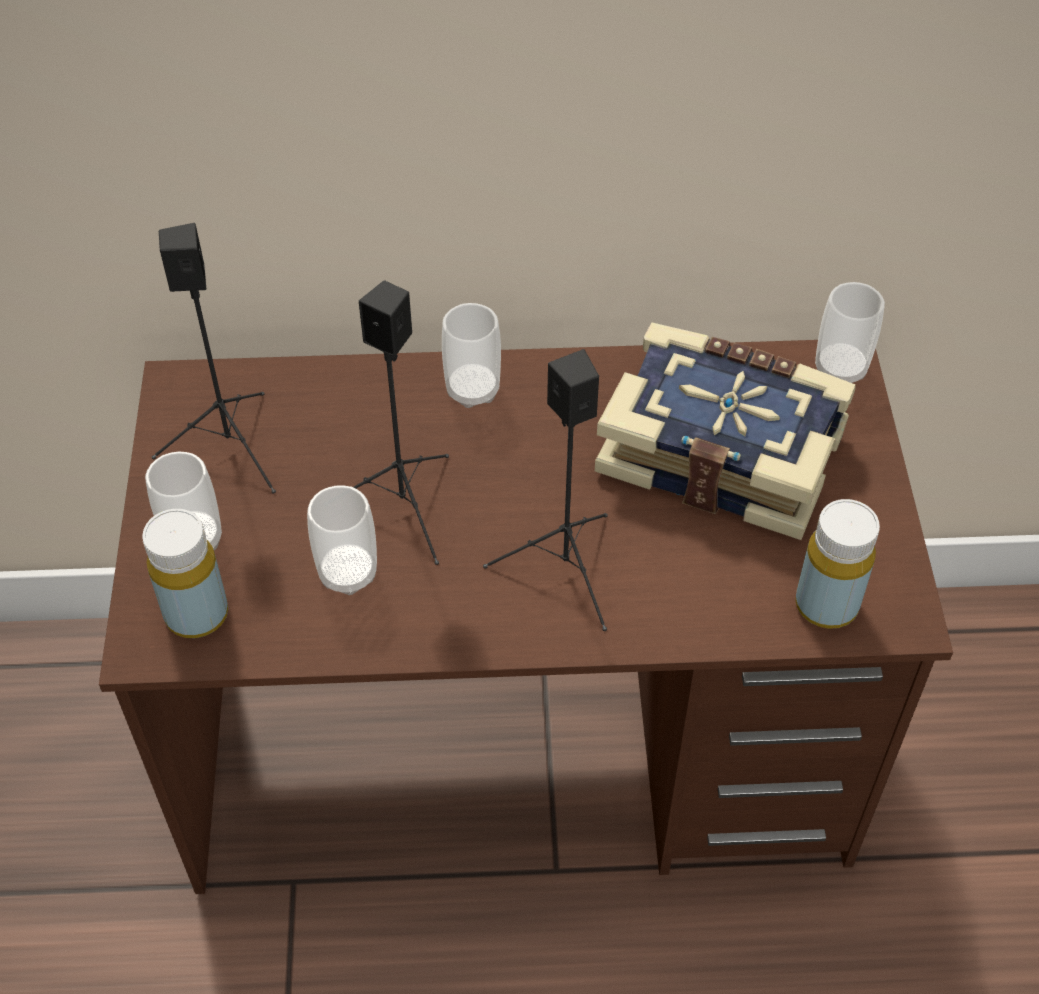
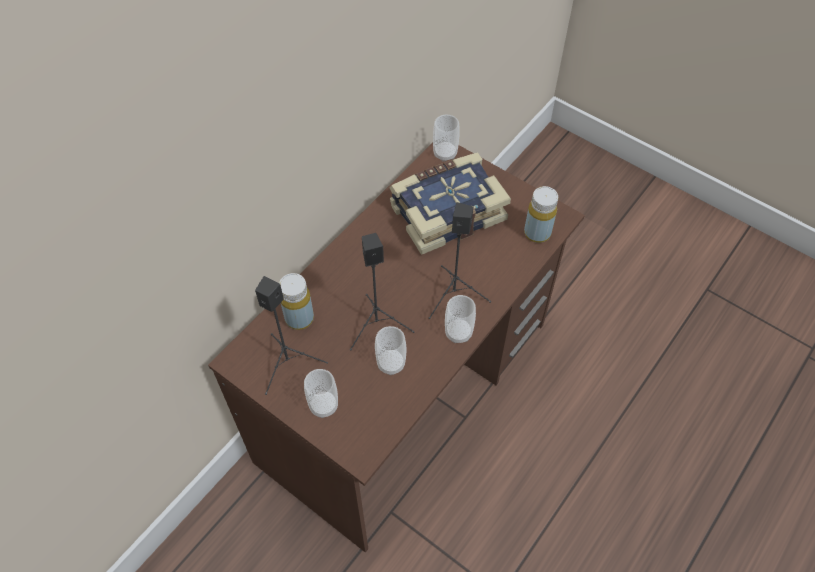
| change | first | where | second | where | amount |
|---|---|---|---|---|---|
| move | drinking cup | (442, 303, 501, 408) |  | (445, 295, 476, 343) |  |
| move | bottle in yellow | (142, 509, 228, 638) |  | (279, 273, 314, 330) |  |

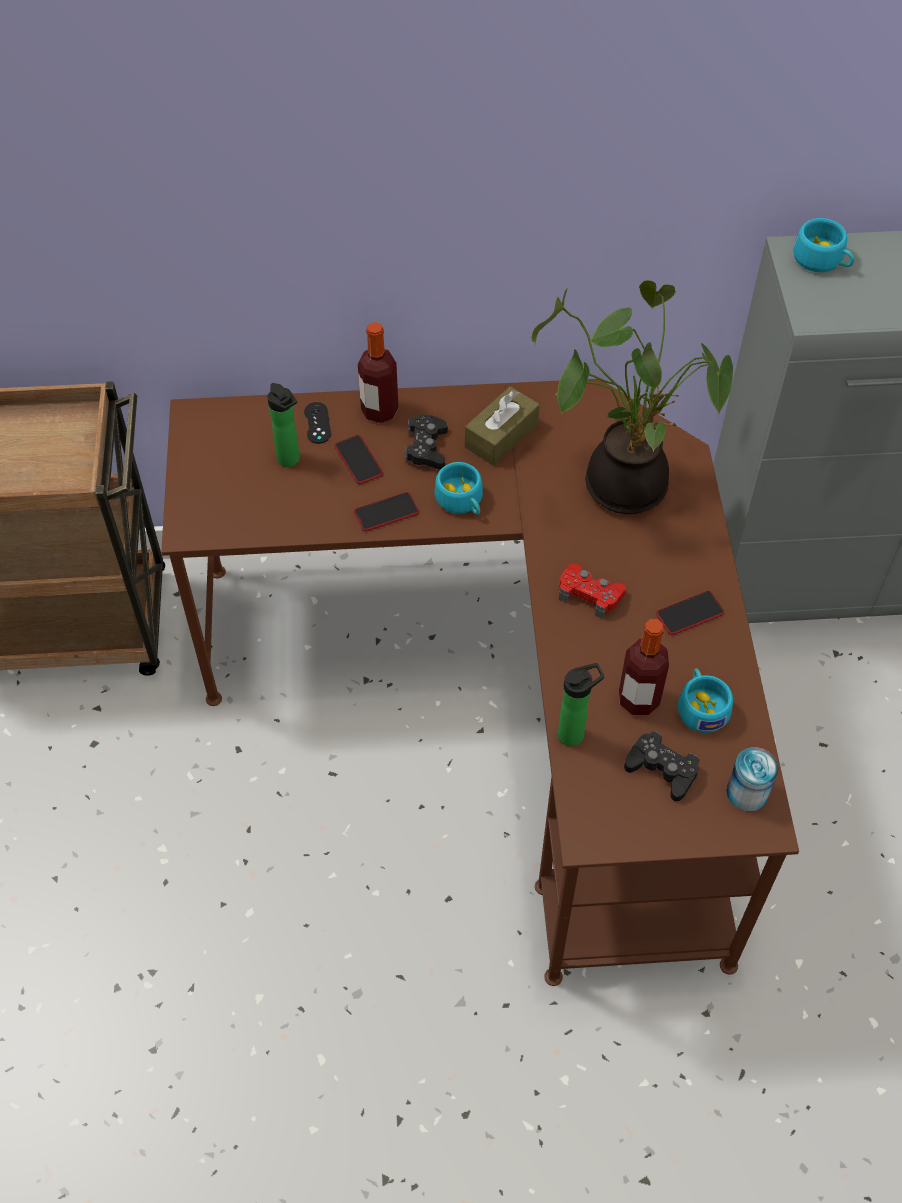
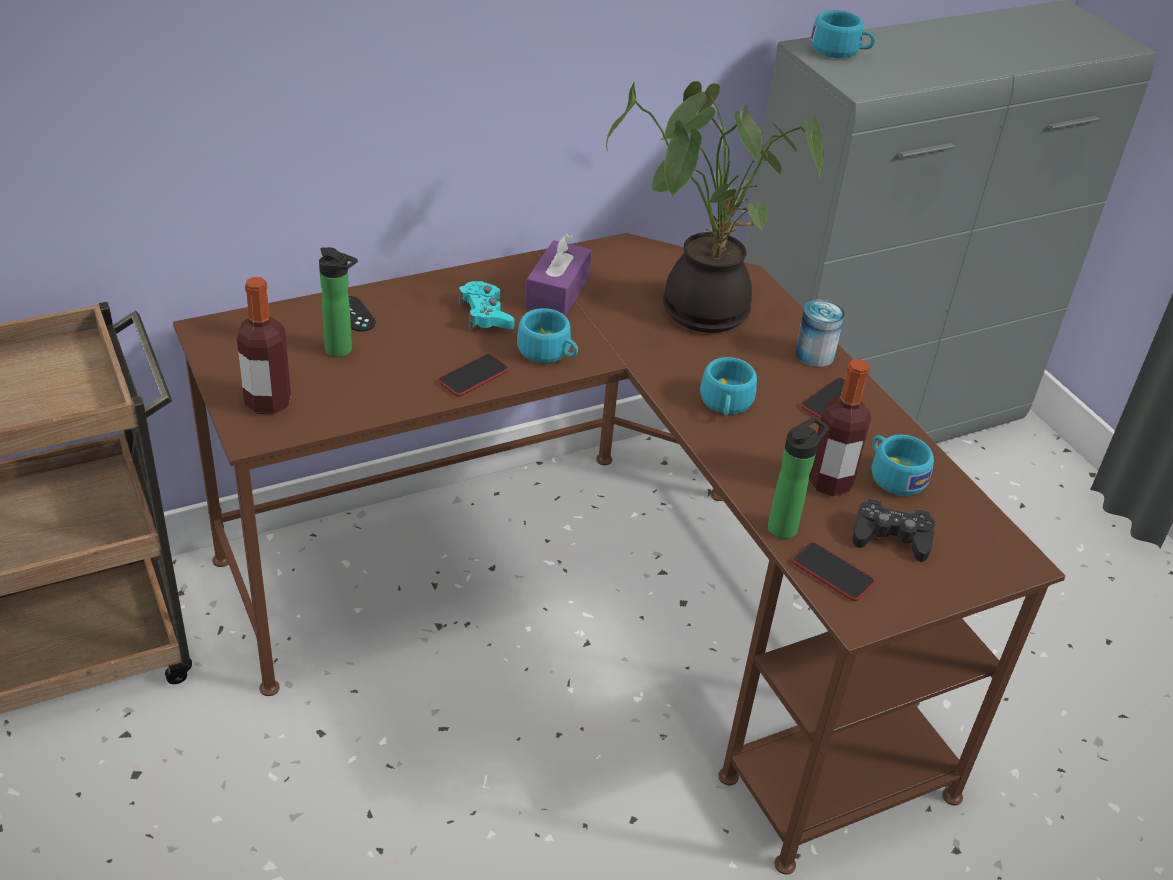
| change | first | where | second | where | amount |
|---|---|---|---|---|---|
| move | bottle | (358, 322, 398, 423) |  | (237, 277, 291, 414) |  |
| recolor | tissue holder in brownish | (465, 386, 540, 466) | tissue holder in purple | (525, 233, 592, 316) |  |
| recolor | joypad in black-coloured | (405, 414, 448, 470) | joypad in turquoise-coloured | (458, 281, 514, 331) |  |
| move | phone | (335, 435, 383, 484) |  | (792, 542, 875, 601) |  |
| replace | joypad in reddish | (559, 563, 626, 618) | drinking cup in turquoise-coloured | (700, 357, 757, 416) |  |
| move | sealed can | (726, 747, 779, 811) |  | (795, 300, 845, 367) |  |

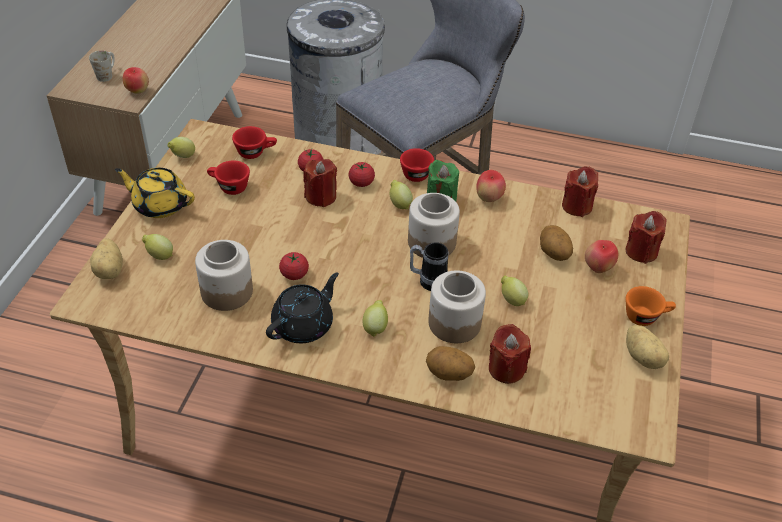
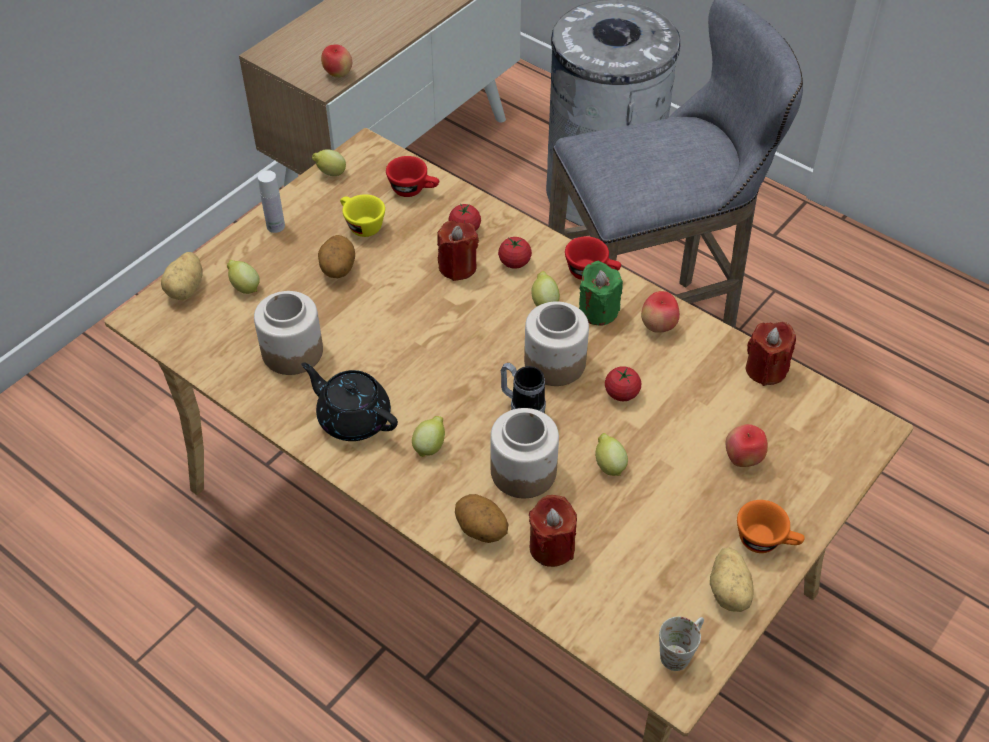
| change | first | where | second | where | amount |
|---|---|---|---|---|---|
| move | coffee mug in white-coloured | (89, 50, 115, 82) |  | (659, 617, 704, 671) |  |
| recolor | drinking cup in reddish | (207, 161, 250, 195) | drinking cup in yellow | (340, 194, 385, 237) |  |
| replace | teapot in yellow | (115, 168, 195, 218) | bottle in white-coloured | (258, 170, 285, 233) |  |
| delete | wax candle in reddish | (626, 211, 667, 264) |  |  |  |
| move | spud | (540, 225, 573, 261) |  | (318, 235, 355, 278) |  |
| move | whole tomato | (279, 252, 309, 280) |  | (605, 366, 641, 401) |  |
| rotate | teapot in black-coloured | (266, 272, 339, 343) |  | (301, 362, 398, 441) | 120 degrees counterclockwise |

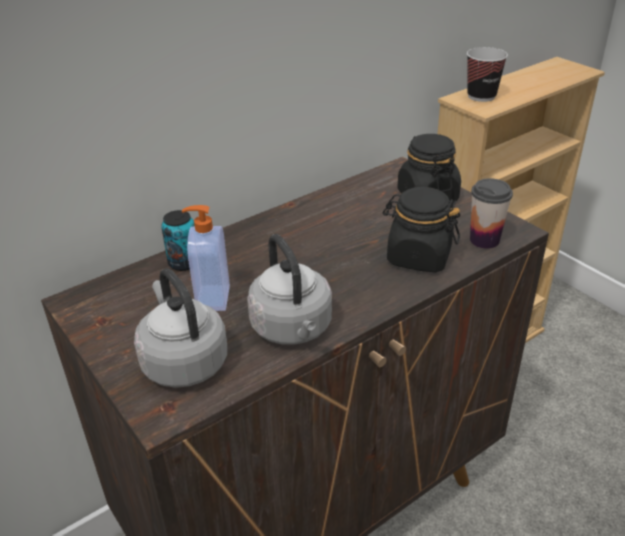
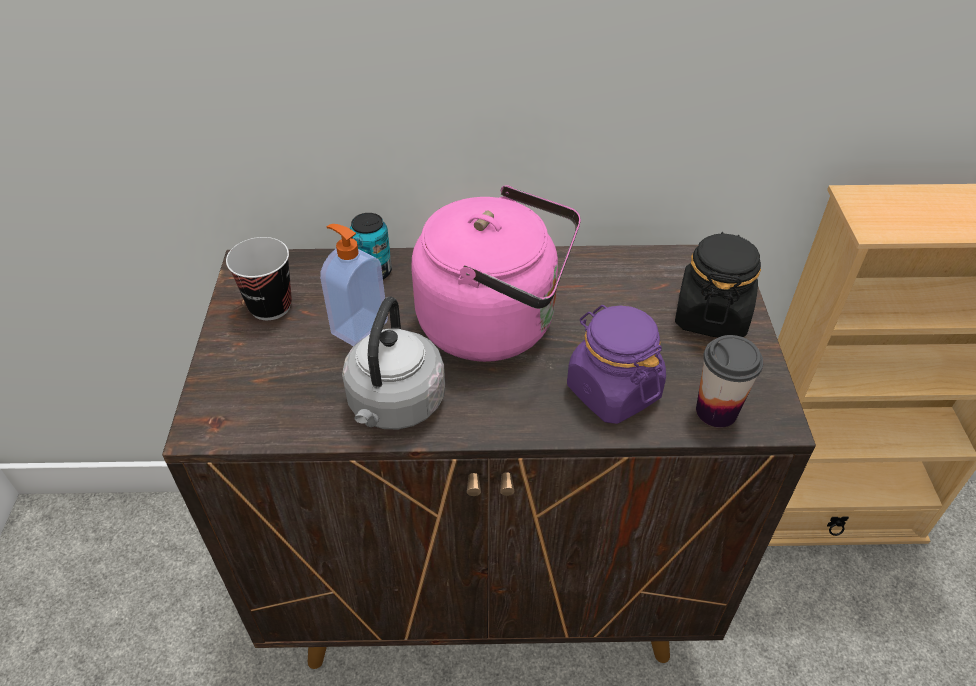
| change | first | where | second | where | amount |
|---|---|---|---|---|---|
| move | drinking cup | (467, 47, 508, 102) |  | (226, 237, 292, 320) |  |
| recolor | storage jar in black-coloured | (383, 187, 460, 272) | storage jar in purple | (567, 305, 666, 424) |  |
| delete | water kettle in gray | (134, 268, 227, 388) |  |  |  |
| insert |  |  | water kettle in pink | (411, 185, 581, 362) |  |

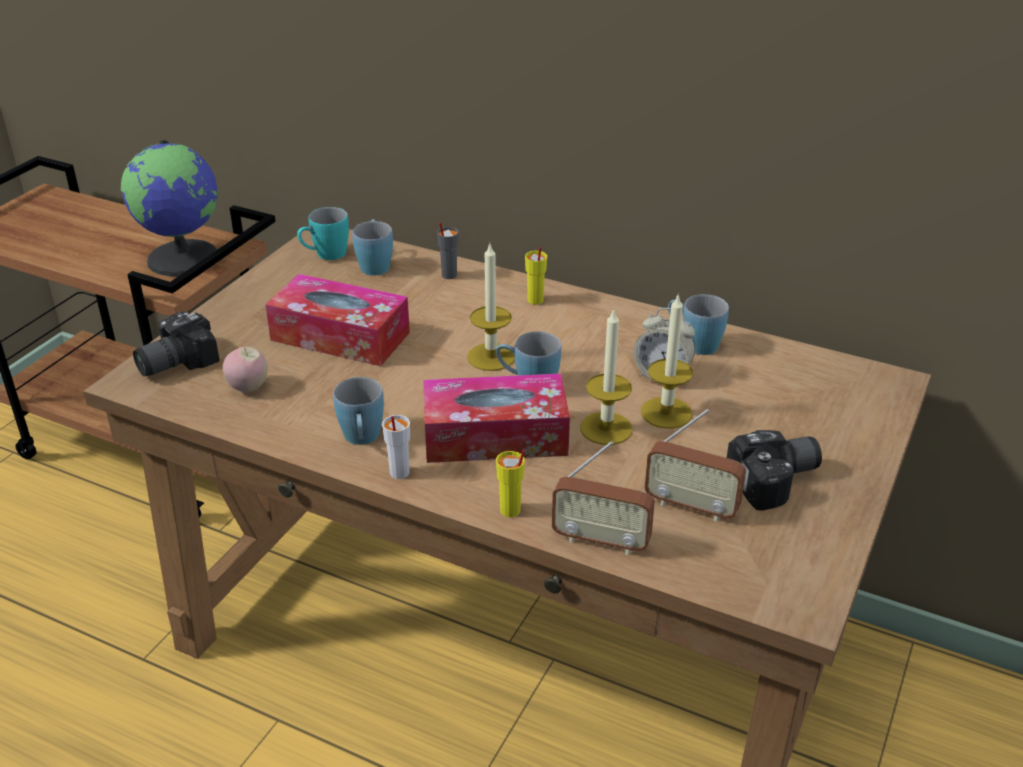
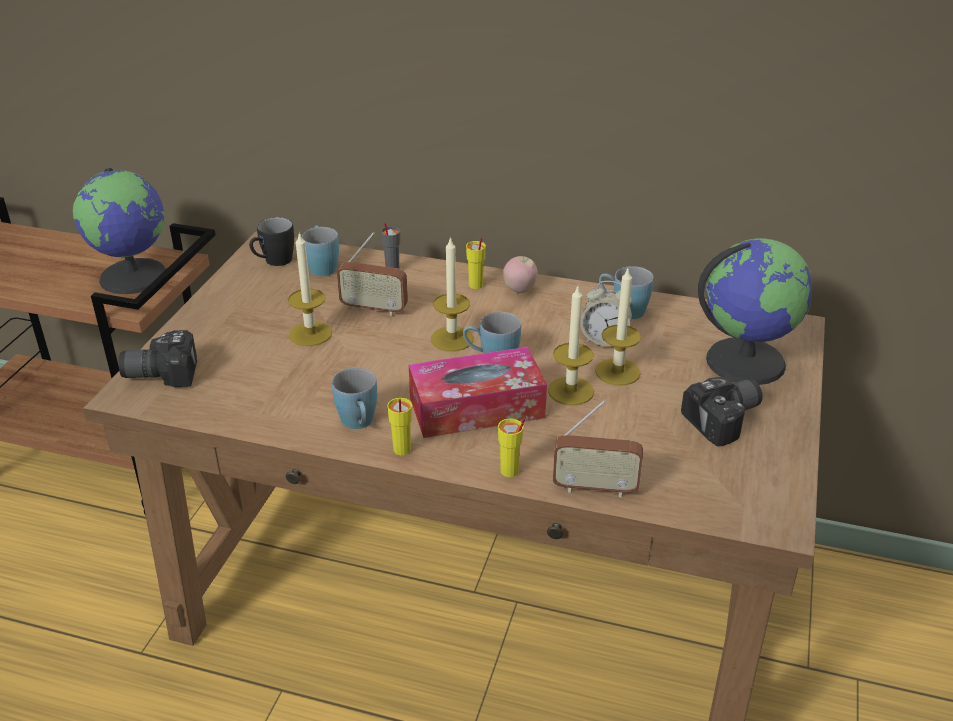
| change | first | where | second | where | amount |
|---|---|---|---|---|---|
| recolor | coffee mug in turquoise-coloured | (297, 207, 349, 260) | coffee mug in black-coloured | (249, 217, 294, 266) |  |
| replace | tissue holder | (265, 274, 410, 366) | wax candle | (288, 232, 332, 346) |  |
| rotate | still camera | (133, 311, 220, 377) |  | (119, 330, 197, 387) | 45 degrees clockwise |
| move | whole apple | (223, 347, 268, 393) |  | (503, 256, 538, 293) |  |
| move | radio receiver | (645, 409, 746, 522) |  | (337, 232, 408, 316) |  |
| recolor | drinking cup in white-coloured | (382, 415, 410, 479) | drinking cup in yellow | (387, 398, 412, 455) |  |
| insert |  |  | world globe | (698, 238, 812, 385) |  |

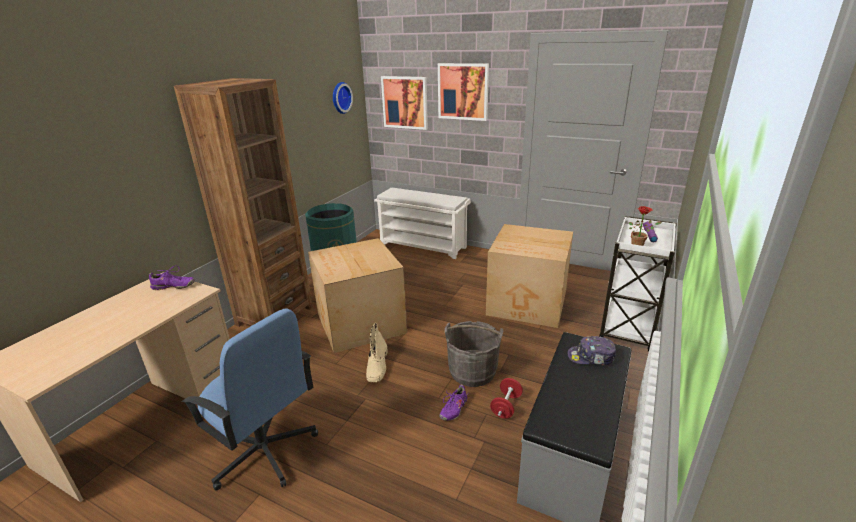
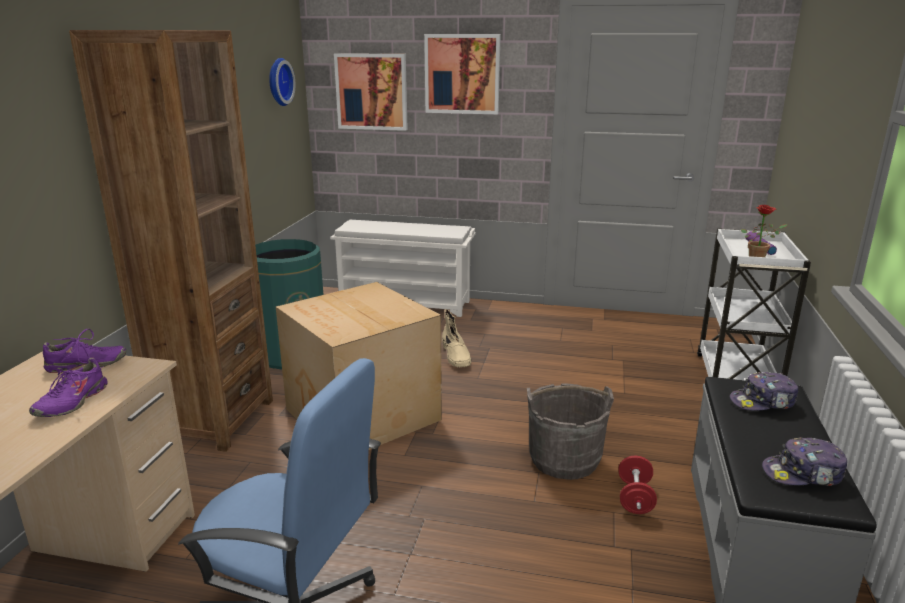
| change | first | where | second | where | amount |
|---|---|---|---|---|---|
| delete | carton | (486, 224, 573, 328) |  |  |  |
| move | boot in beige | (366, 323, 387, 382) |  | (442, 309, 472, 367) |  |
| move | shoe in purple | (439, 385, 469, 421) |  | (29, 358, 108, 417) |  |
| insert |  |  | cap | (762, 438, 847, 486) |  |

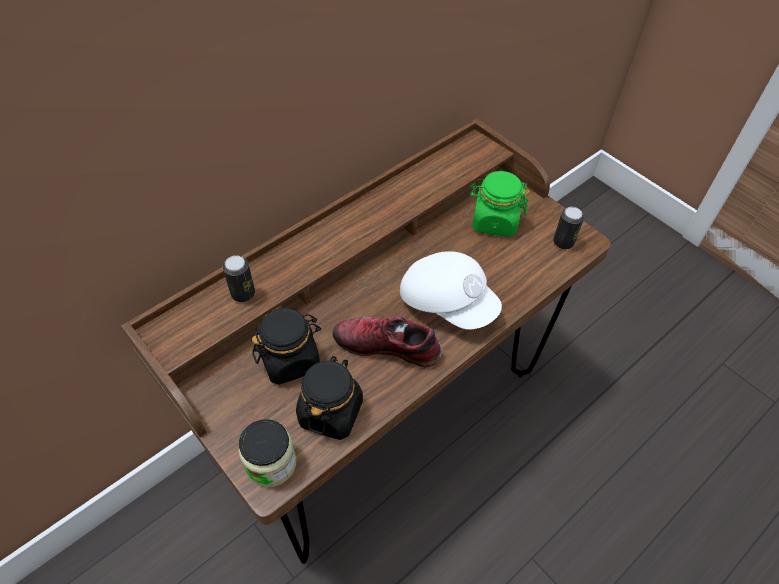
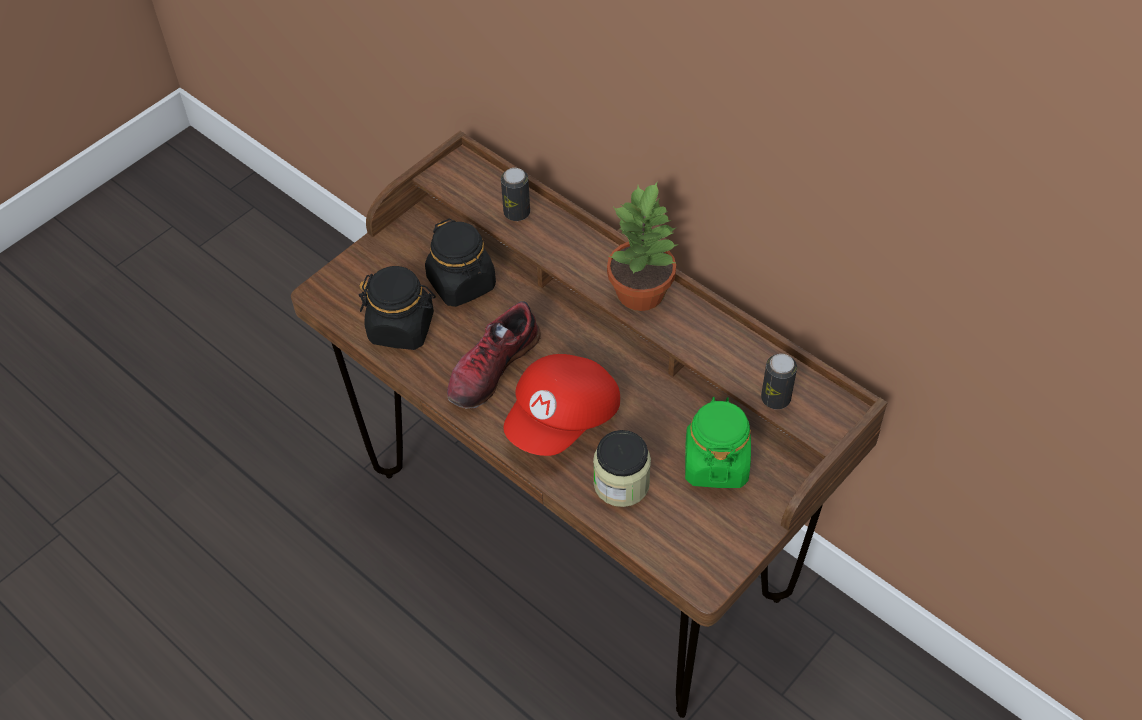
| change | first | where | second | where | amount |
|---|---|---|---|---|---|
| move | sealed can | (553, 207, 584, 249) |  | (761, 354, 797, 409) |  |
| recolor | cap in white-coloured | (400, 251, 502, 330) | cap in reddish | (504, 354, 620, 456) |  |
| rotate | shoe | (333, 316, 443, 368) |  | (447, 301, 541, 408) | 150 degrees counterclockwise |
| move | storage jar | (239, 419, 296, 487) |  | (593, 430, 651, 507) |  |
| insert |  |  | plant in a pot | (607, 181, 677, 311) |  |

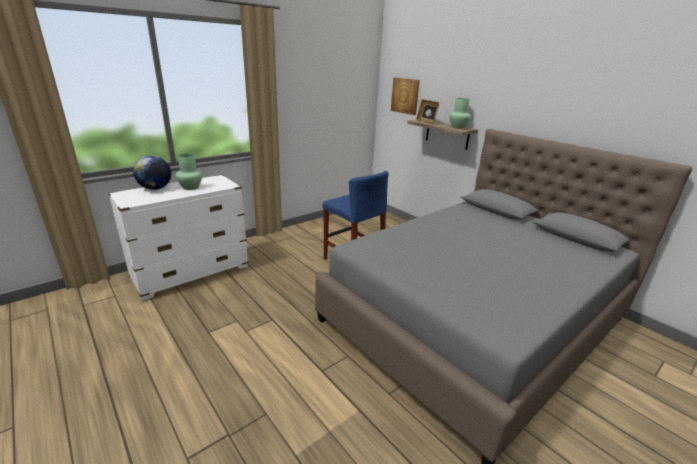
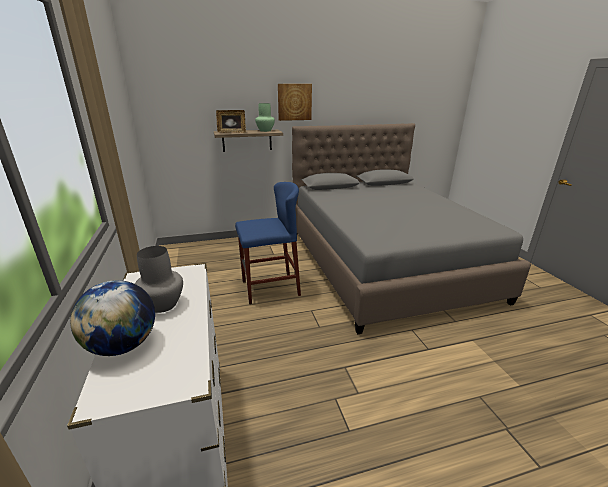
| change | first | where | second | where | amount |
|---|---|---|---|---|---|
| move | picture | (391, 78, 420, 115) |  | (278, 84, 312, 121) |  |
| recolor | decorative vase in green | (176, 154, 202, 190) | decorative vase in gray | (135, 246, 183, 313) |  |

